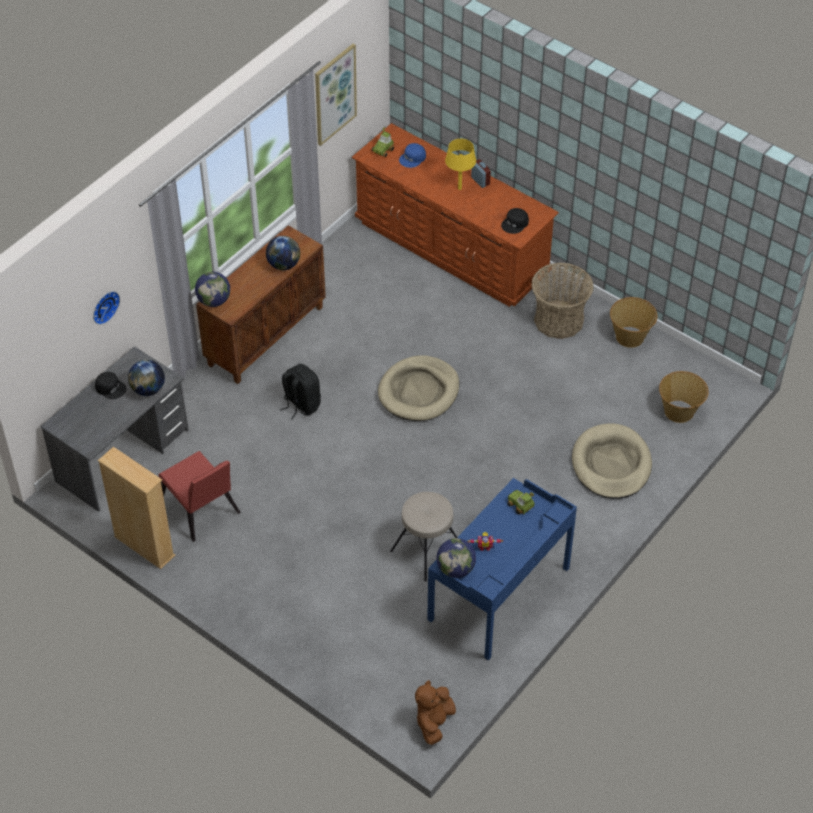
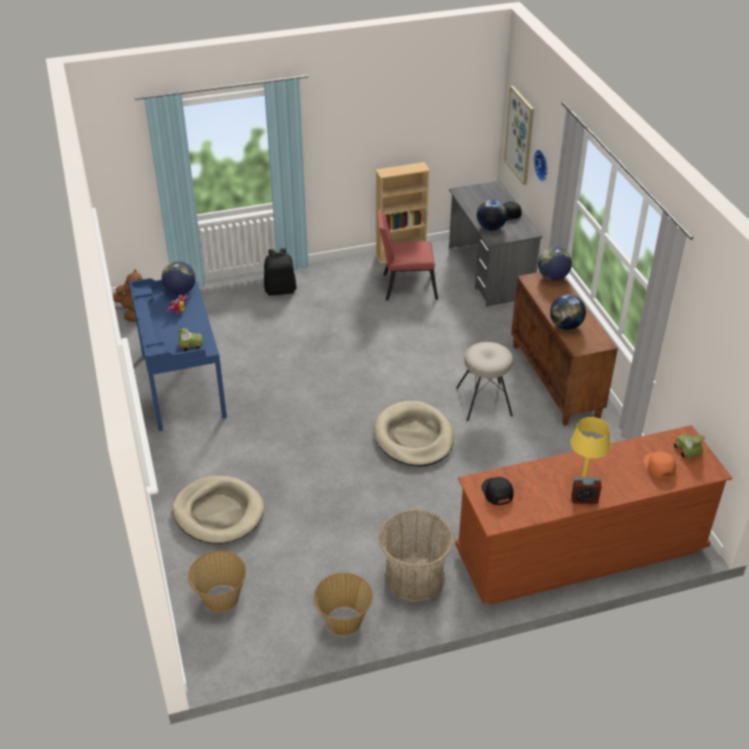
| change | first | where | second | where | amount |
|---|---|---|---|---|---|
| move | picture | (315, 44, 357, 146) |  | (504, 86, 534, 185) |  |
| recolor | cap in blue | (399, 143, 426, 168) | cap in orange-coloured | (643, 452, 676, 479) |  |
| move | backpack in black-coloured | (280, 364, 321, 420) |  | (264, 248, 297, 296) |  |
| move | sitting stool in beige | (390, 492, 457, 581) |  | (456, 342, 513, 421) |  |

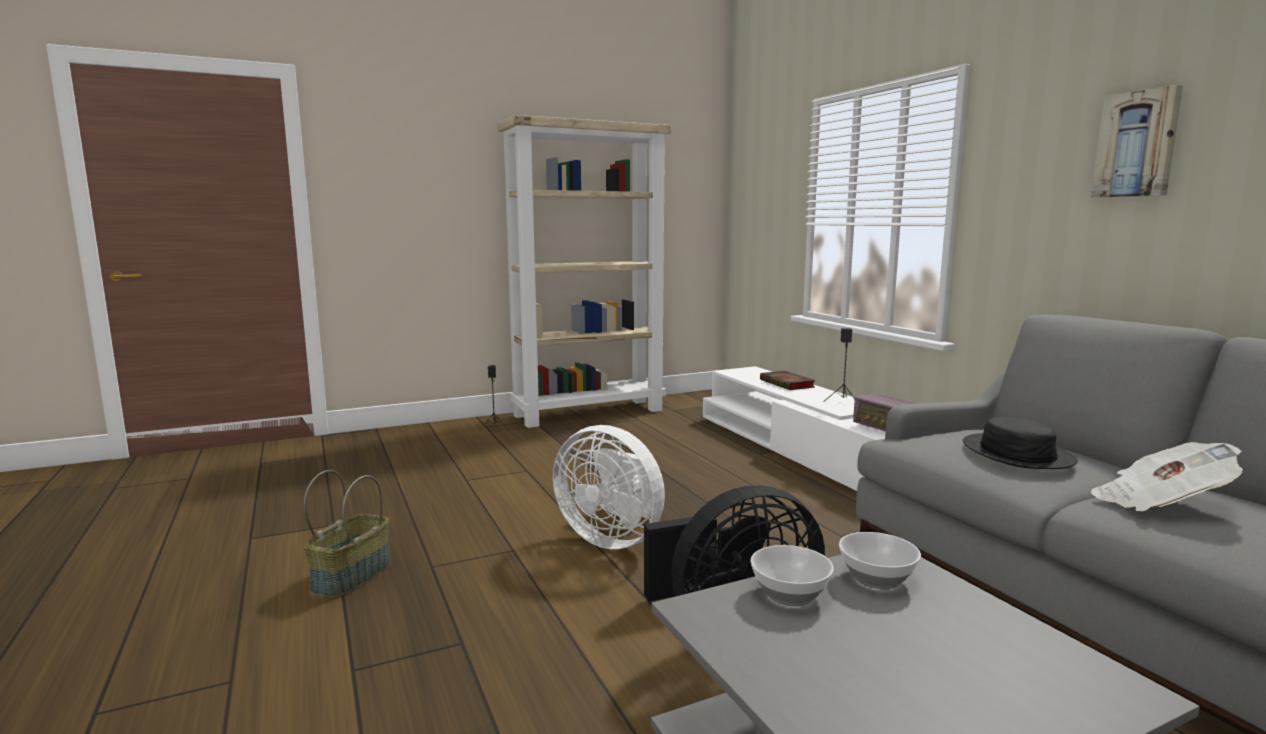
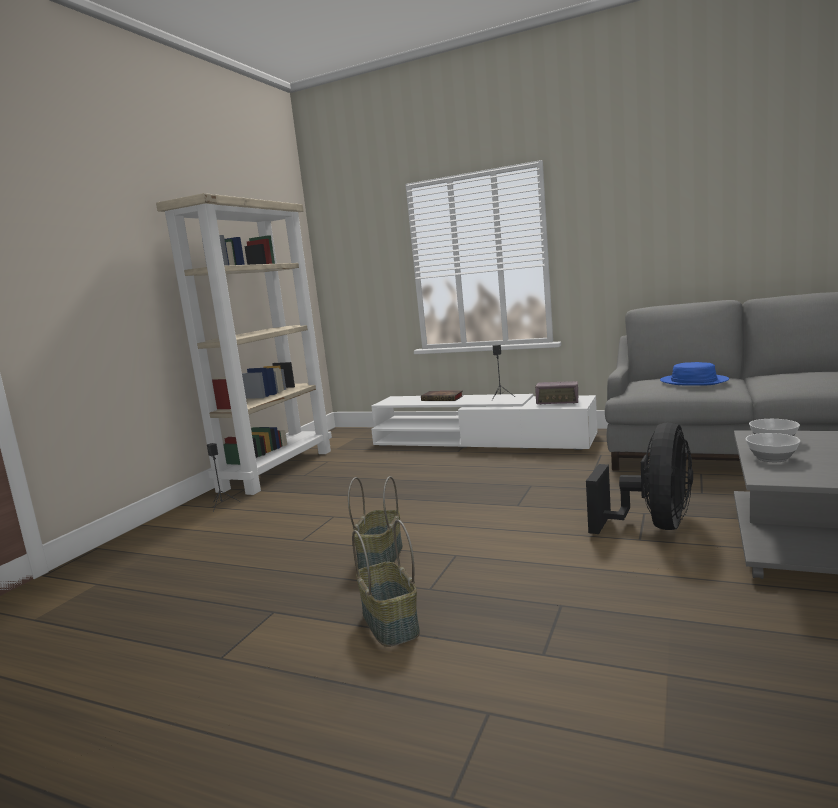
| change | first | where | second | where | amount |
|---|---|---|---|---|---|
| delete | picture | (1091, 85, 1183, 198) |  |  |  |
| recolor | wearable hat in black-coloured | (963, 417, 1078, 469) | wearable hat in blue | (660, 362, 729, 386) |  |
| delete | cooling fan in white-coloured | (553, 425, 665, 549) |  |  |  |
| delete | daily paper | (1091, 442, 1243, 511) |  |  |  |
| insert |  |  | basket | (348, 476, 403, 570) |  |

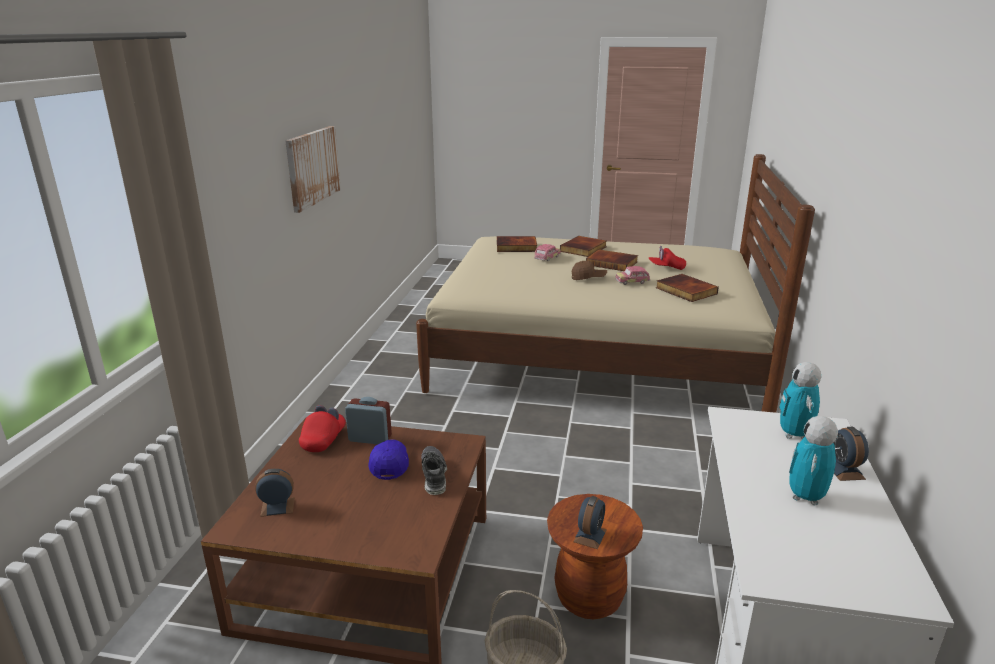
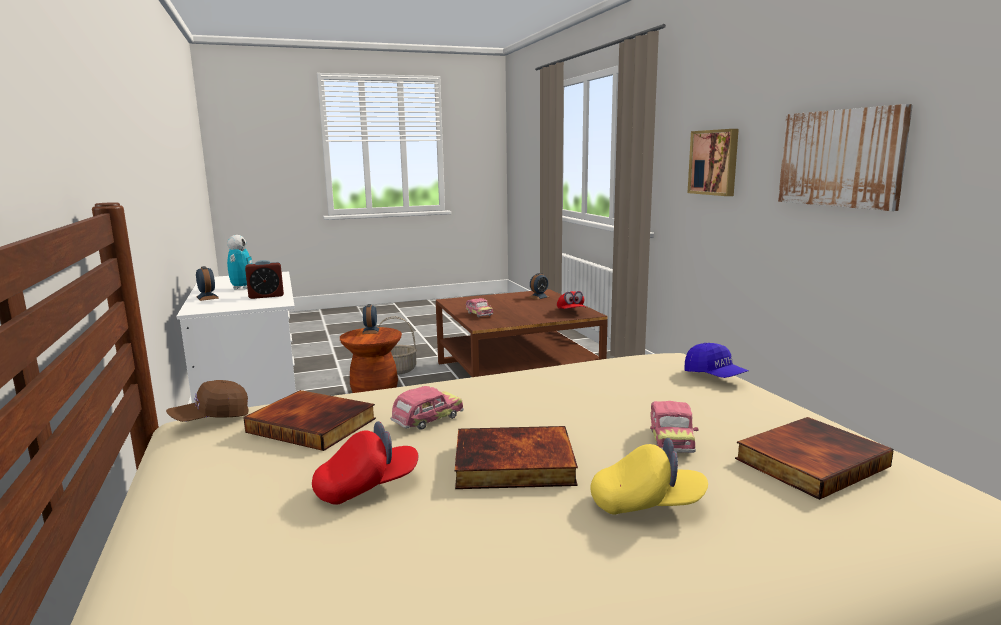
| change | first | where | second | where | amount |
|---|---|---|---|---|---|
| replace | book | (560, 236, 607, 257) | cap in yellow | (590, 438, 708, 514) |  |
| move | cap in brownish | (572, 261, 607, 280) |  | (166, 380, 249, 422) |  |
| delete | robot figure | (779, 362, 821, 439) |  |  |  |
| move | table clock | (345, 397, 392, 444) |  | (245, 260, 284, 299) |  |
| move | cap in blue | (368, 439, 409, 480) |  | (684, 343, 749, 378) |  |
| replace | shoe | (421, 446, 447, 495) | miniature car | (466, 298, 493, 318) |  |
| insert |  |  | picture | (688, 129, 739, 196) |  |

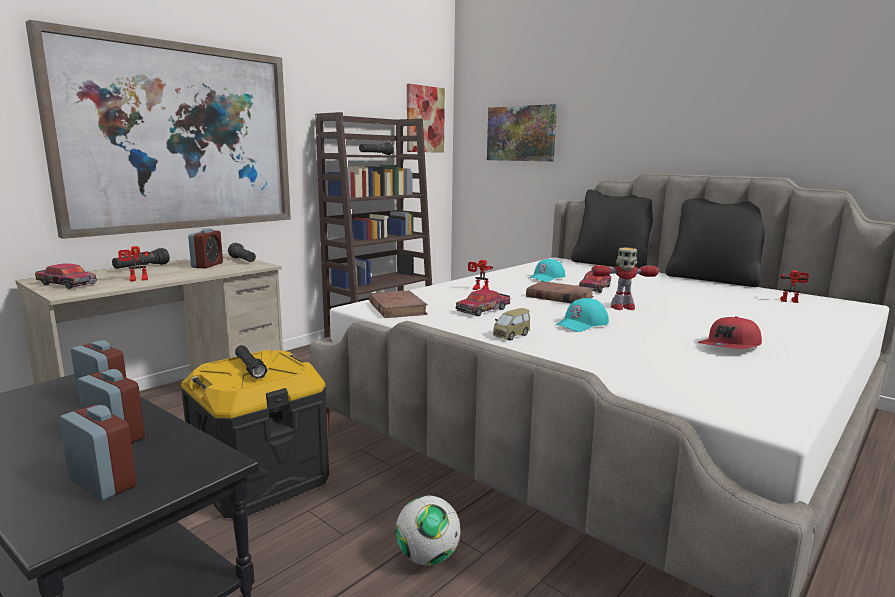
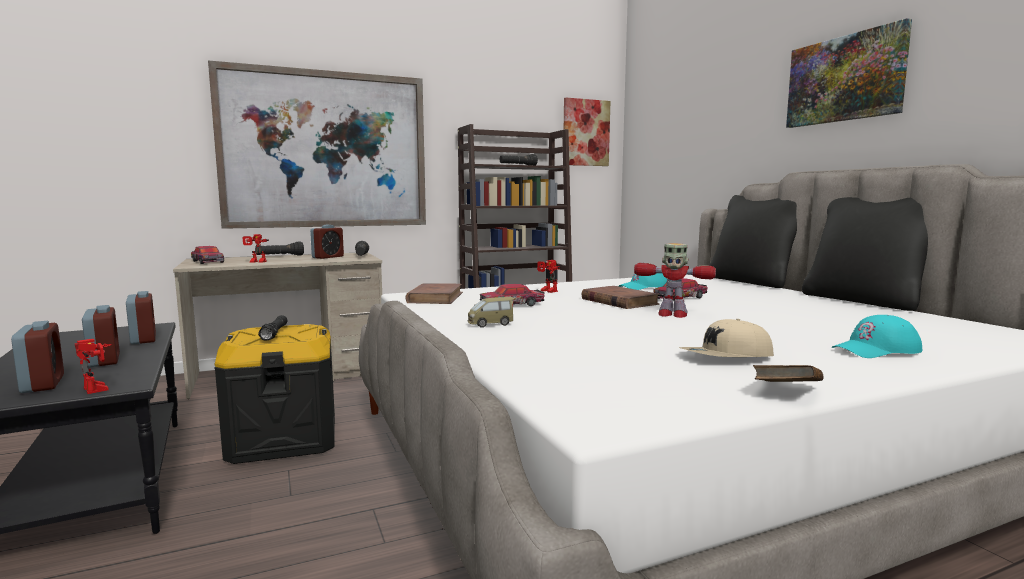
| change | first | where | second | where | amount |
|---|---|---|---|---|---|
| move | picture | (487, 104, 557, 161) |  | (786, 18, 912, 128) |  |
| move | robot figure | (780, 271, 809, 303) |  | (75, 339, 112, 394) |  |
| move | cap in turquoise-coloured | (556, 298, 609, 332) |  | (831, 315, 922, 358) |  |
| recolor | cap in reddish | (698, 316, 762, 349) | cap in beige | (678, 319, 774, 357) |  |
| delete | football | (396, 495, 461, 565) |  |  |  |
| insert |  |  | book in brownish | (753, 365, 824, 382) |  |

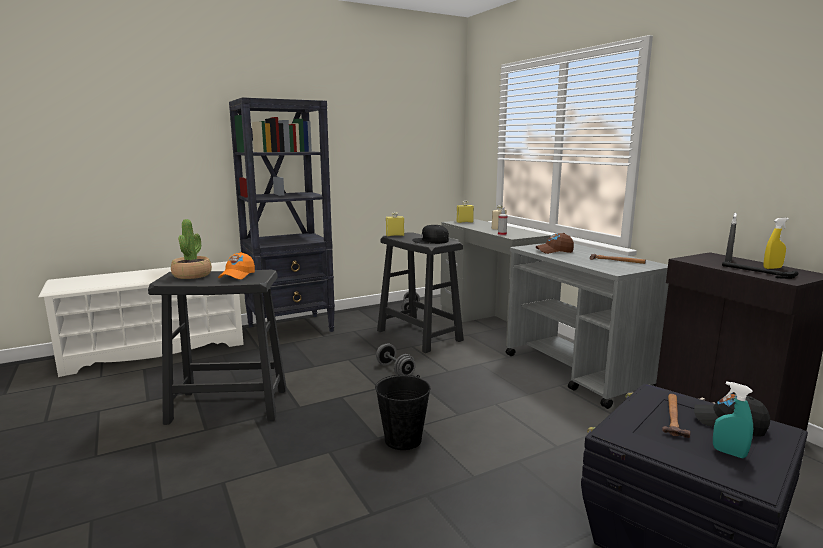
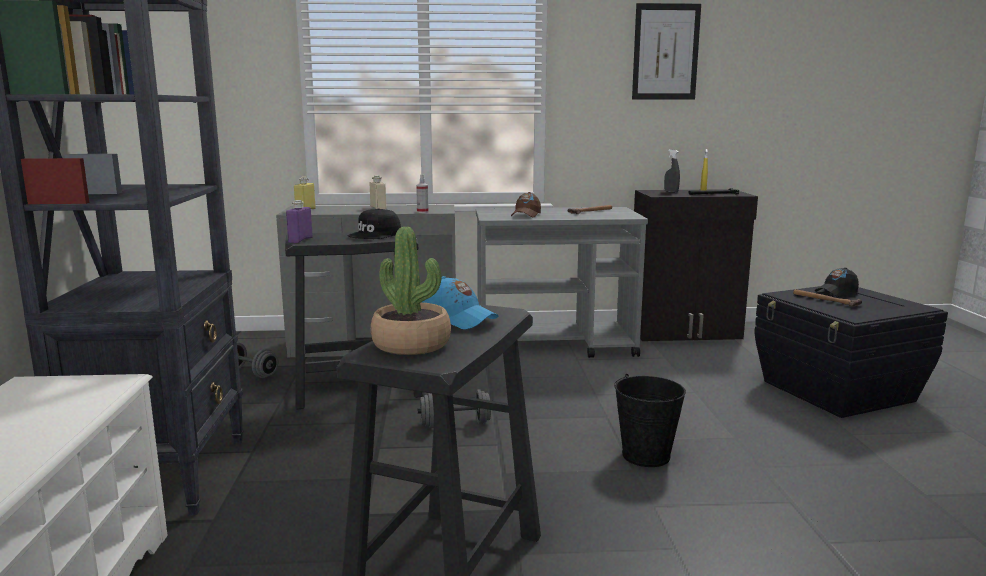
| change | first | where | second | where | amount |
|---|---|---|---|---|---|
| recolor | bottle in yellow | (386, 212, 404, 237) | bottle in purple | (286, 200, 313, 243) |  |
| recolor | cap in orange-coloured | (218, 252, 255, 280) | cap in blue | (423, 276, 498, 329) |  |
| delete | hand sprayer in turquoise-coloured | (713, 381, 753, 458) |  |  |  |
| insert |  |  | picture | (632, 3, 701, 99) |  |

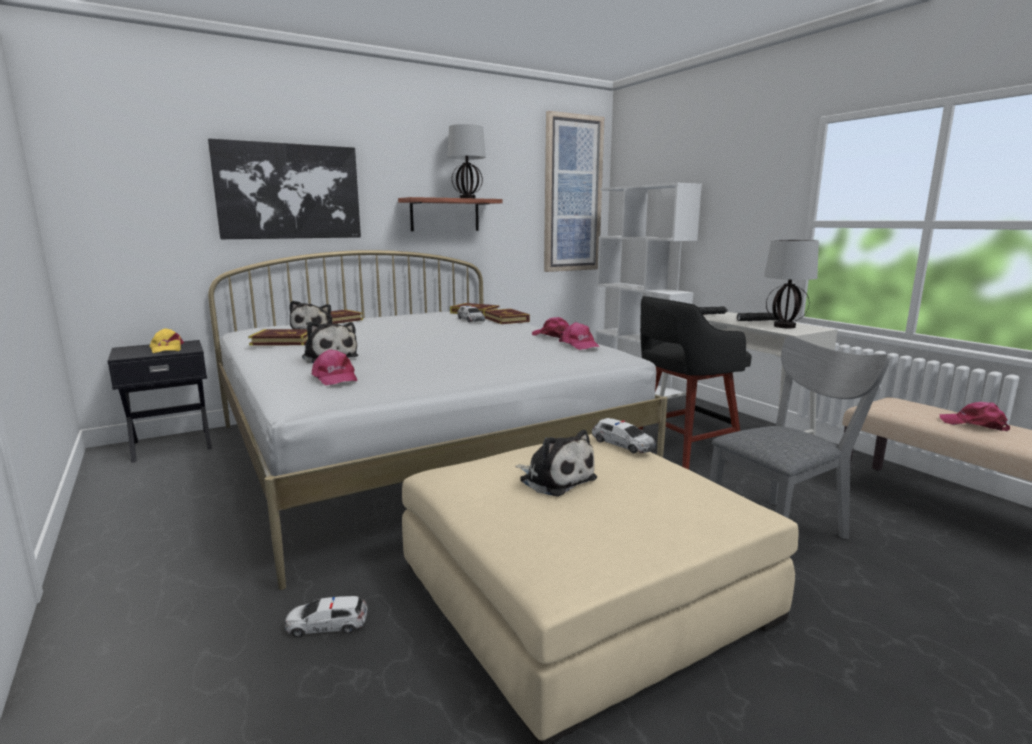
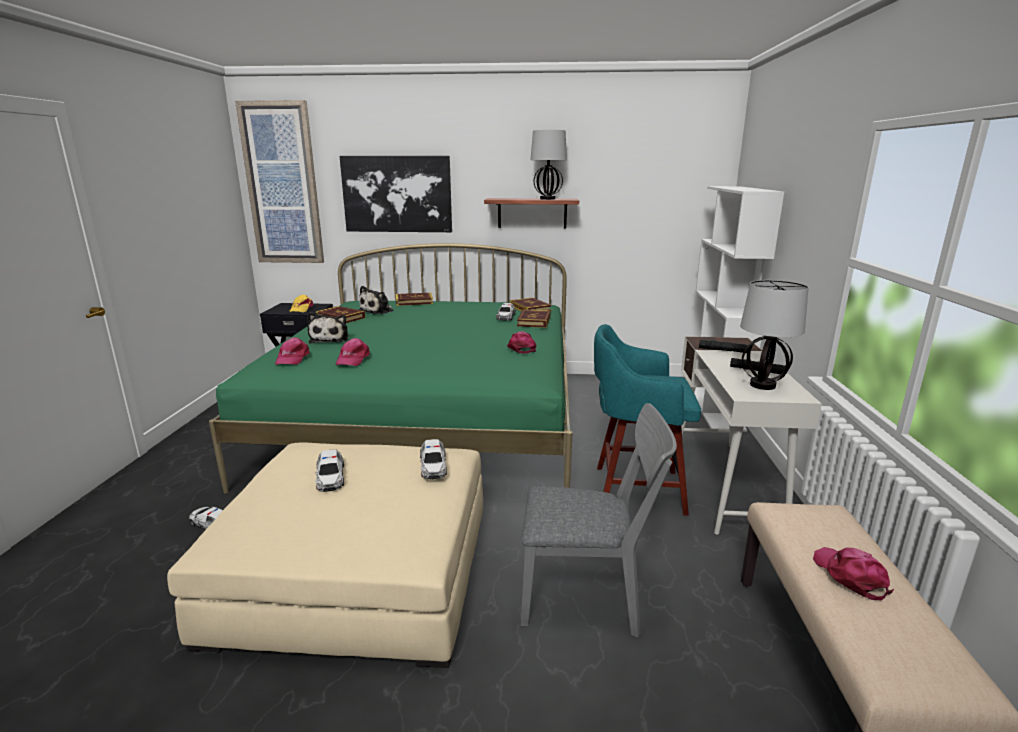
| change | first | where | second | where | amount |
|---|---|---|---|---|---|
| move | picture | (544, 111, 604, 272) |  | (235, 100, 324, 263) |  |
| recolor | sleeping bed in white-coloured | (208, 250, 667, 590) | sleeping bed in green | (209, 243, 573, 494) |  |
| recolor | sitting stool in black-coloured | (639, 296, 752, 470) | sitting stool in turquoise-coloured | (594, 324, 701, 516) |  |
| move | cap in pink | (559, 322, 600, 350) |  | (336, 338, 370, 366) |  |
| replace | soft toy | (516, 430, 597, 497) | miniature car | (315, 449, 344, 492) |  |

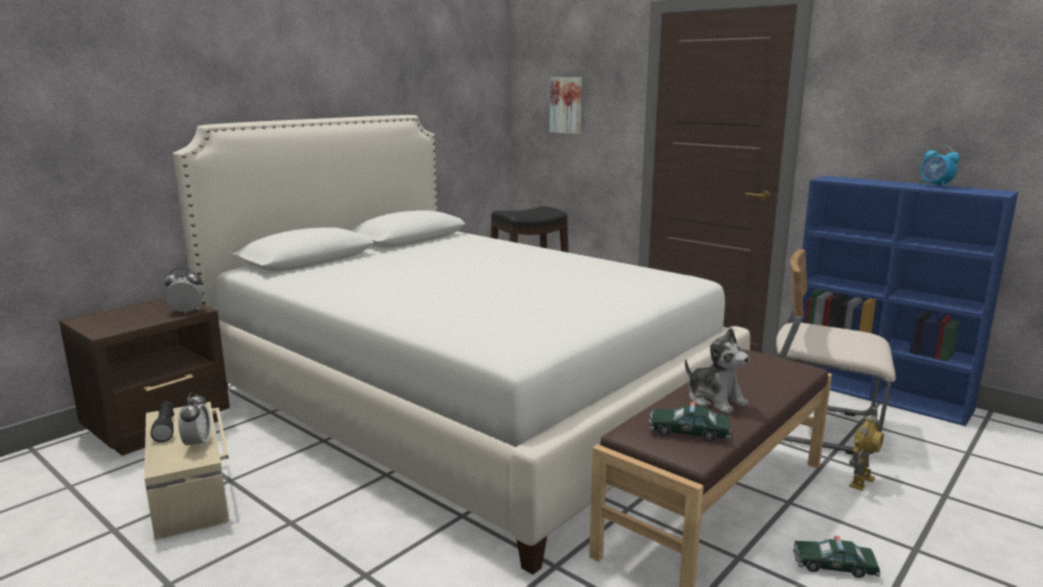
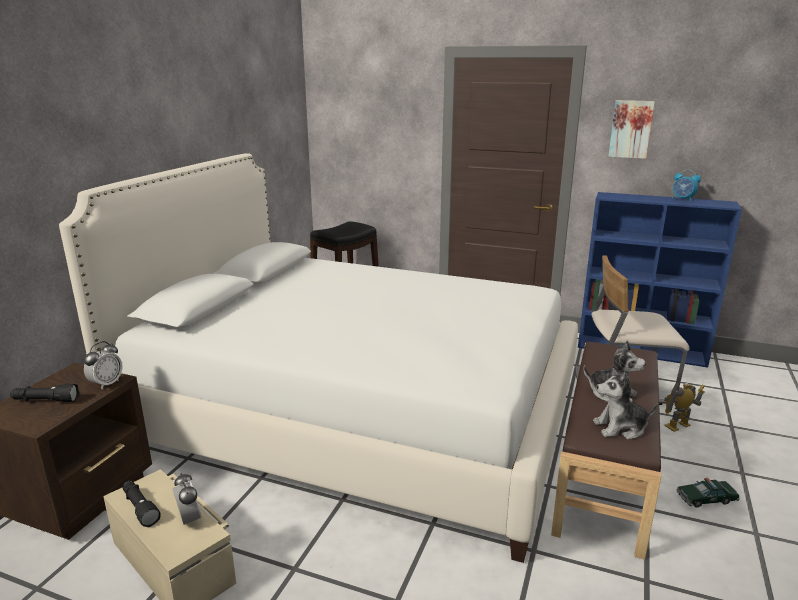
| change | first | where | second | where | amount |
|---|---|---|---|---|---|
| move | picture | (550, 78, 582, 134) |  | (608, 100, 655, 159) |  |
| rotate | table clock | (164, 268, 203, 314) |  | (84, 341, 123, 390) | 150 degrees clockwise |
| replace | miniature car | (649, 402, 731, 442) | soft toy | (593, 368, 658, 440) |  |
| rotate | robot figure | (849, 406, 884, 491) |  | (664, 382, 705, 432) | 135 degrees counterclockwise |
| insert |  |  | hand torch in black-coloured | (10, 384, 79, 402) |  |

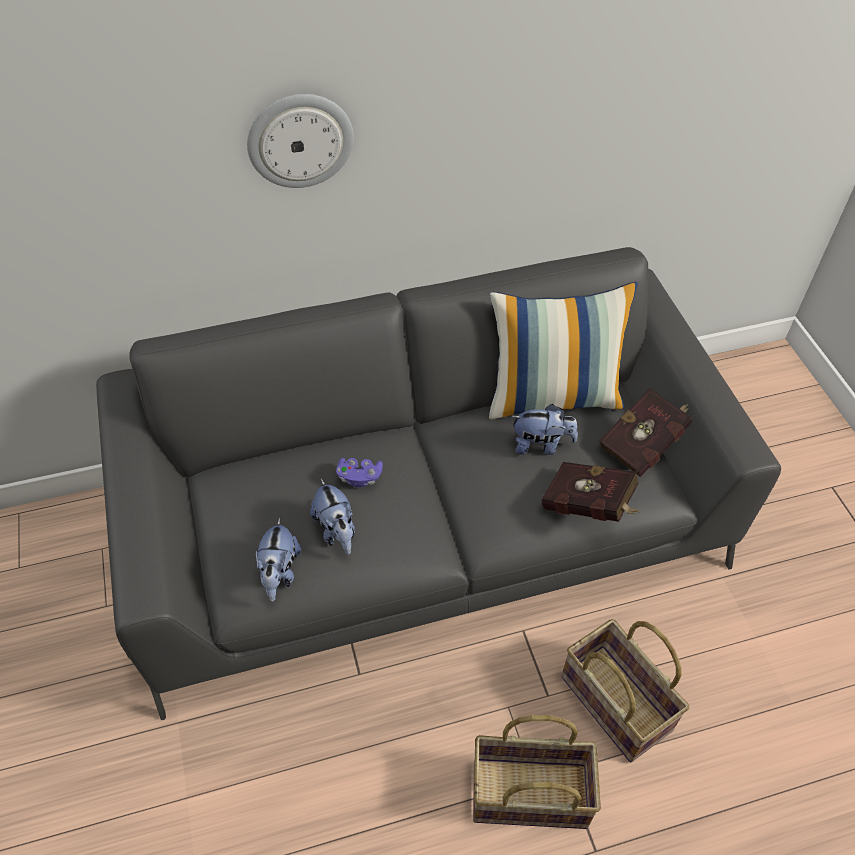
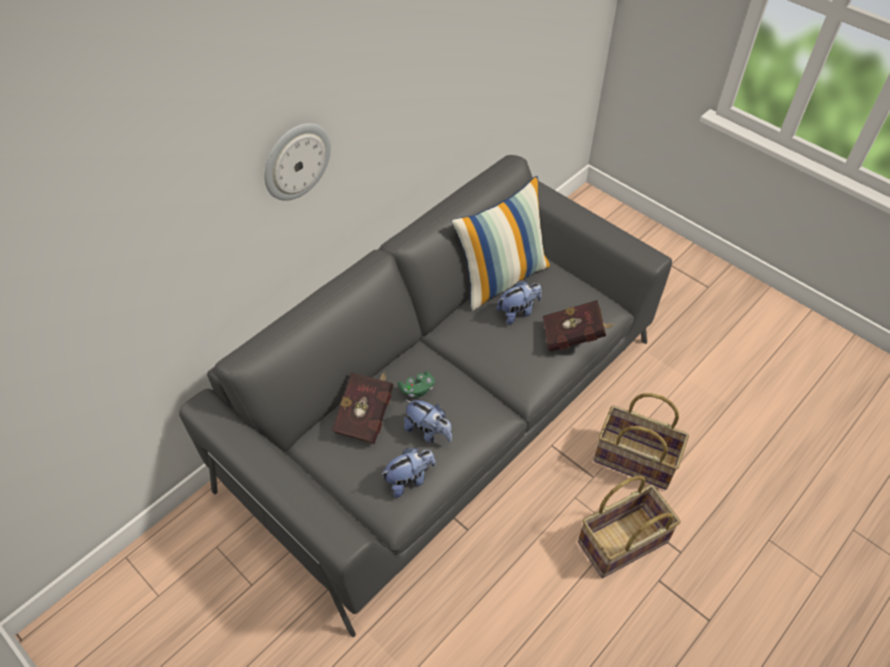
| change | first | where | second | where | amount |
|---|---|---|---|---|---|
| move | book in reddish | (599, 388, 692, 477) |  | (332, 372, 393, 444) |  |
| recolor | joypad in purple | (336, 458, 383, 487) | joypad in green | (398, 371, 435, 397) |  |
| rotate | soft toy | (255, 518, 301, 602) |  | (381, 448, 436, 498) | 90 degrees counterclockwise |

